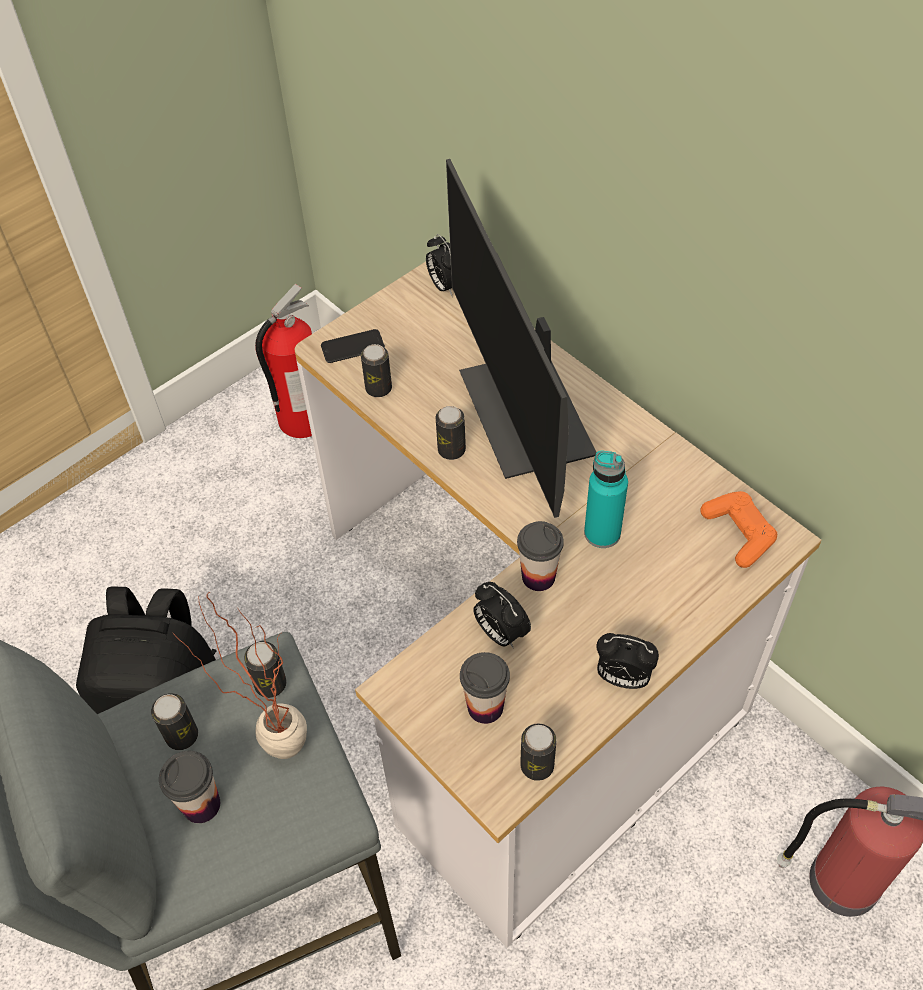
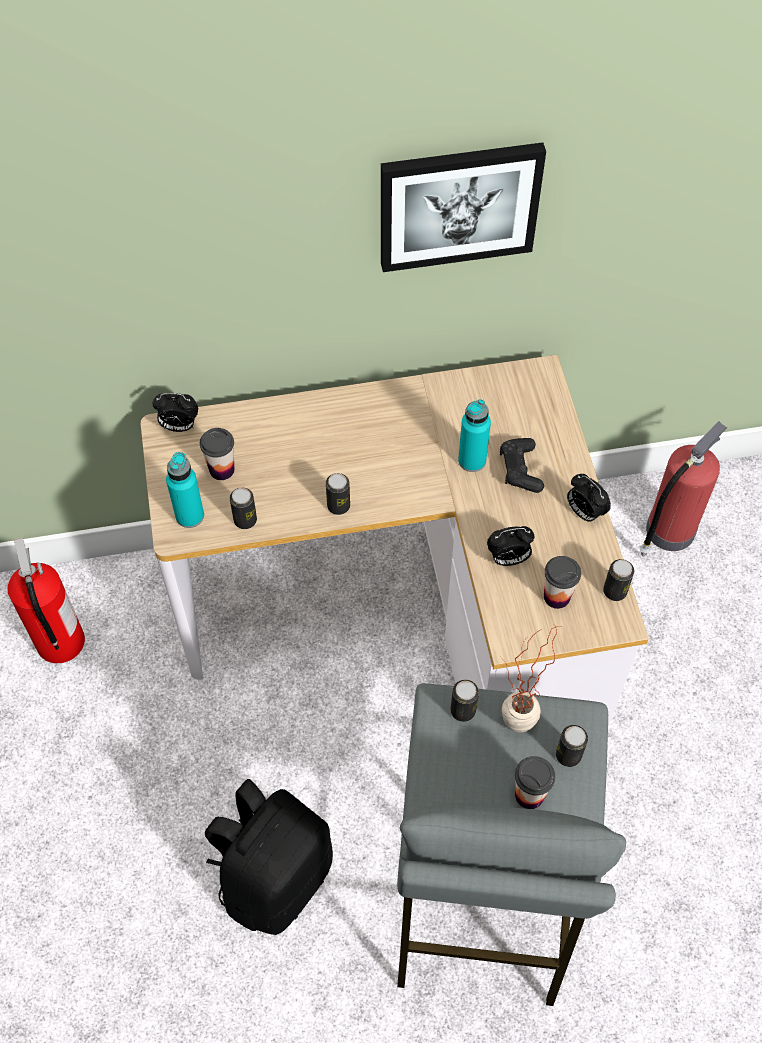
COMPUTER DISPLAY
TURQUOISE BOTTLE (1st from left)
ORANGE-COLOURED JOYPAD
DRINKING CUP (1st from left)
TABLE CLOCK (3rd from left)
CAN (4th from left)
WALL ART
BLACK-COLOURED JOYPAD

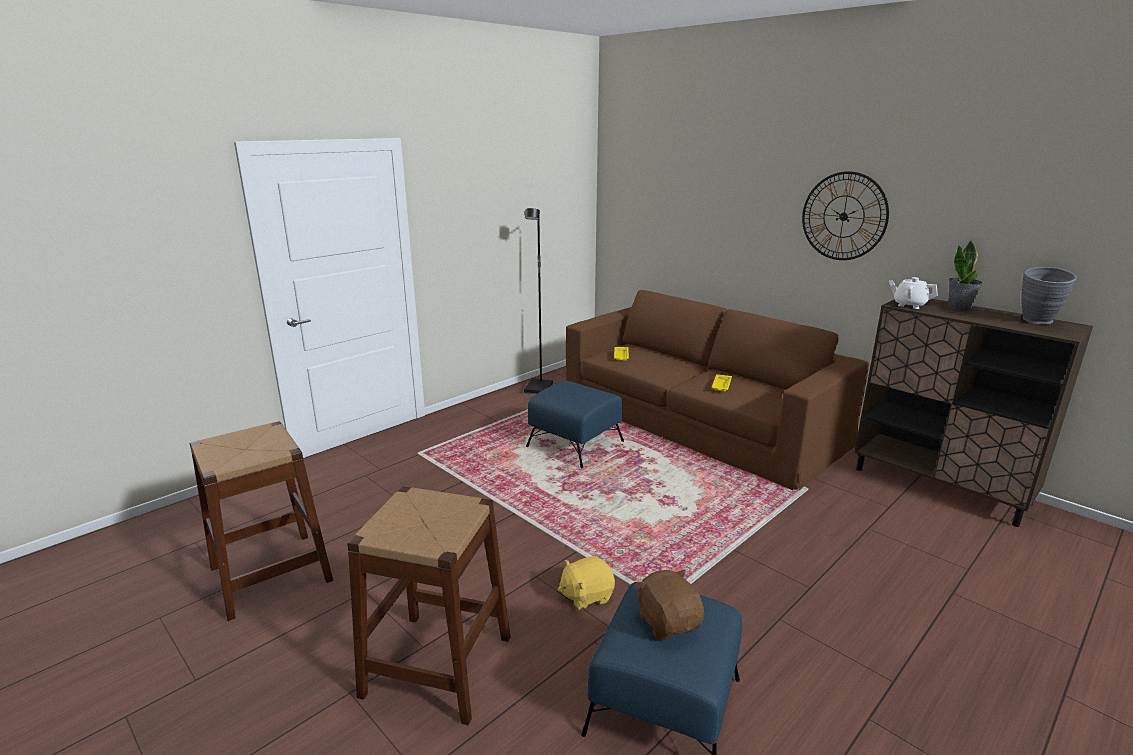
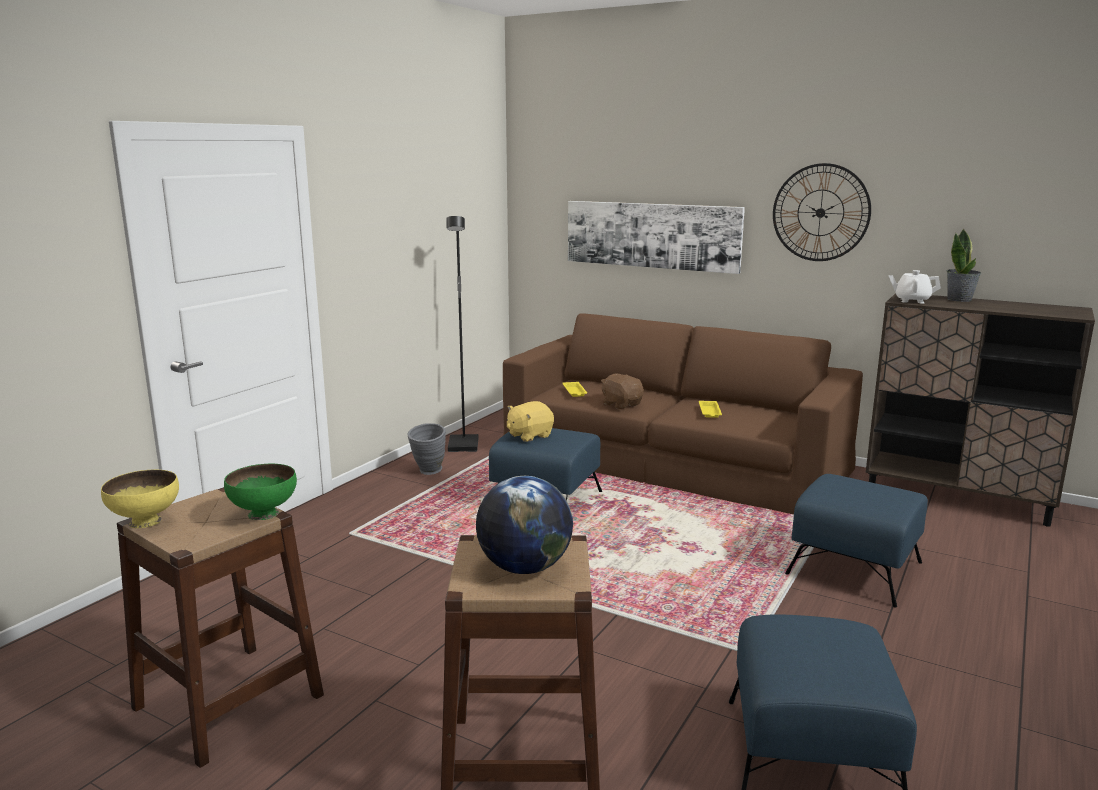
GREY VASE
YELLOWISH CUDDLY TOY
BROWN CUDDLY TOY
WALL ART
GREEN BOWL
YELLOWISH BOWL
BLUE POUFFE (3rd from left)
DESK GLOBE

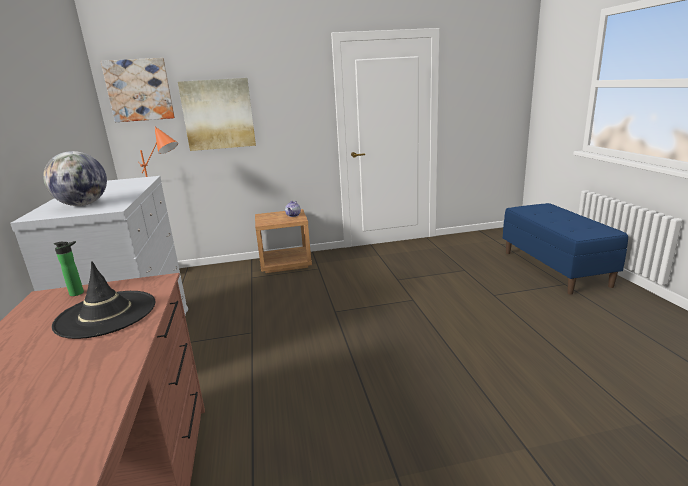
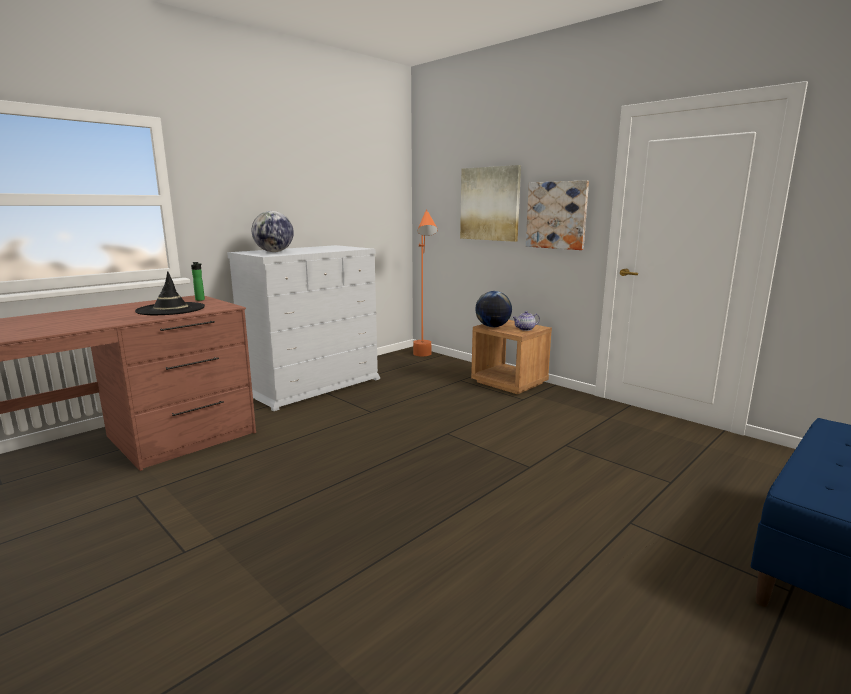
WALL ART (2nd from left)
DESK GLOBE (2nd from left)

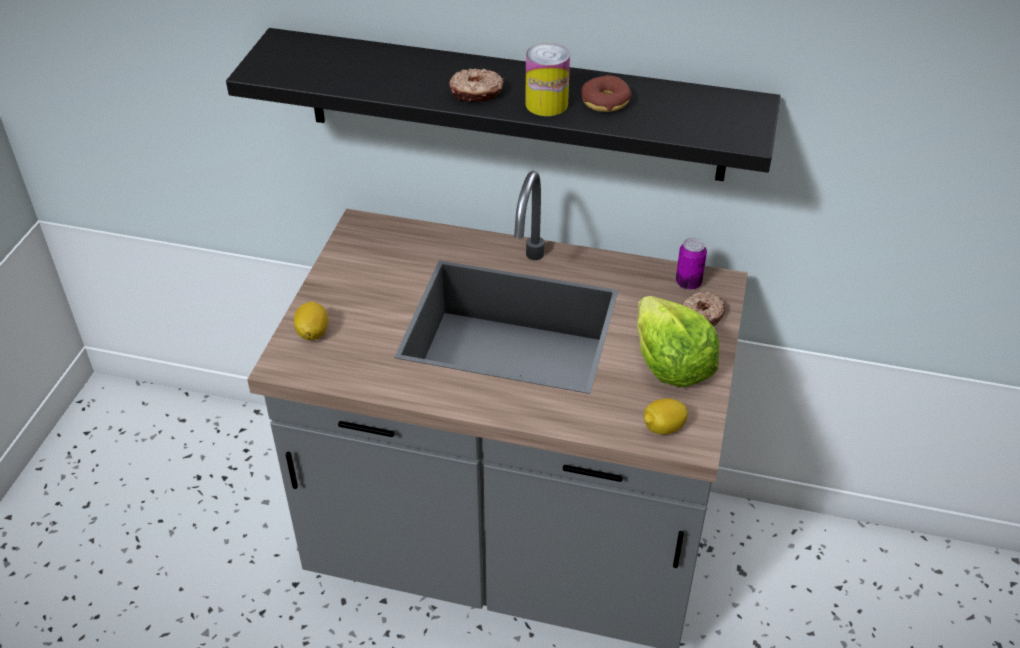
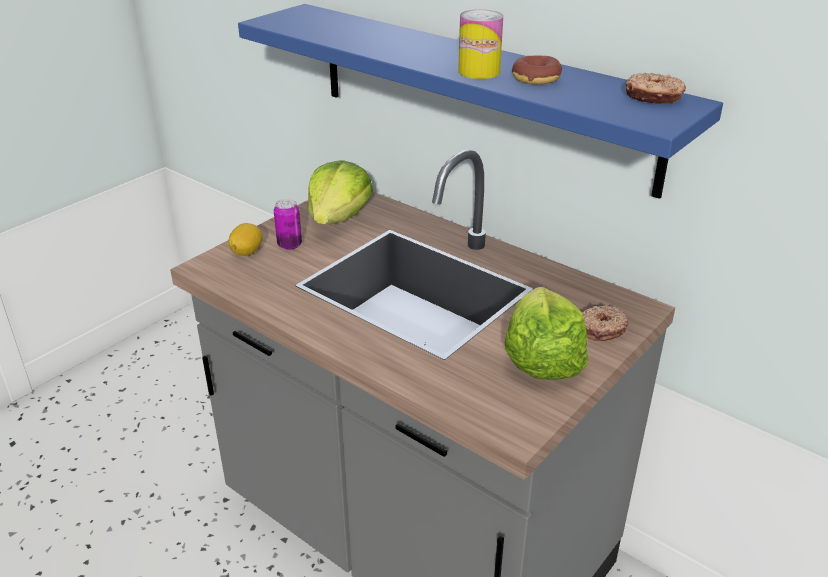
BLUE SHELF
DONUT (3rd from left)
CAN (1st from left)
LEMON (2nd from left in the first image)
LETTUCE HEAD (1st from left)

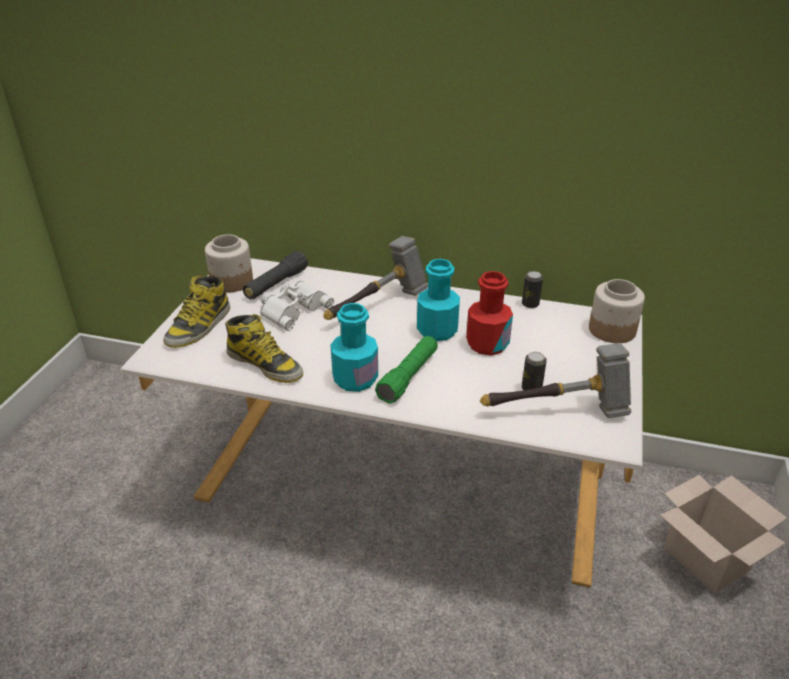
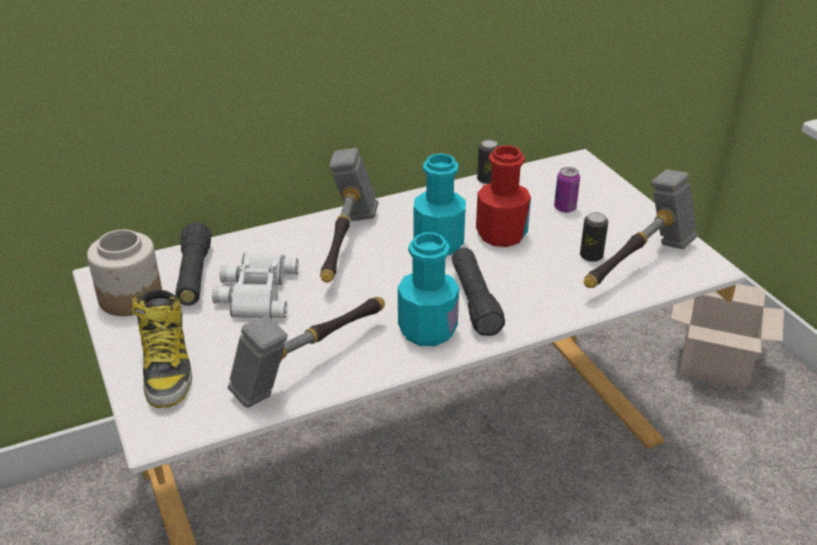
PRESERVE JAR (2nd from left in the first image)
HAMMER (1st from left)
BLACK-COLOURED FLASHLIGHT (2nd from left)
CAN (2nd from left)

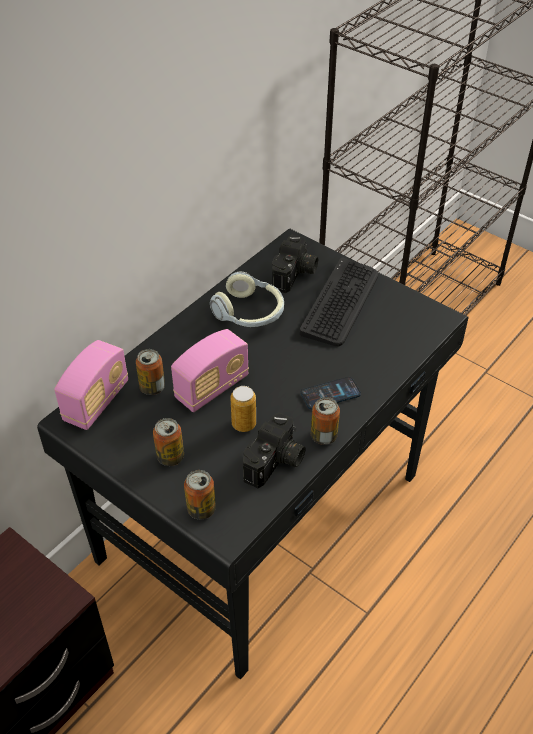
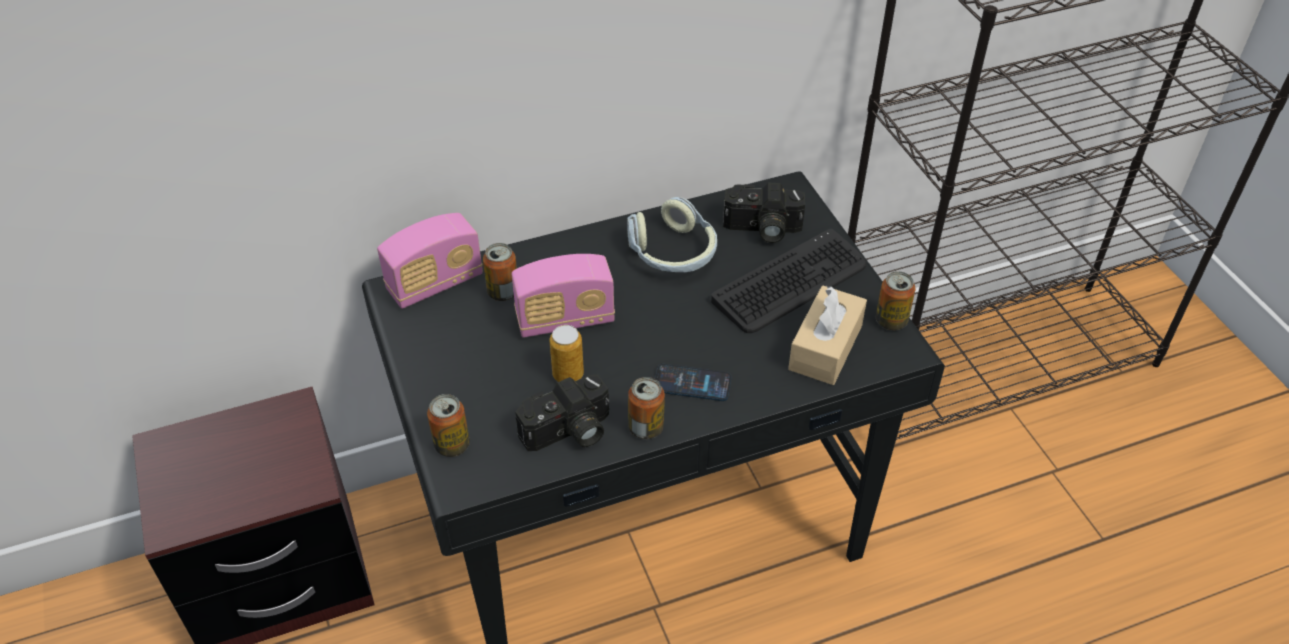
PHOTO CAMERA (2nd from left)
CAN (5th from left)
BEIGE TISSUE BOX

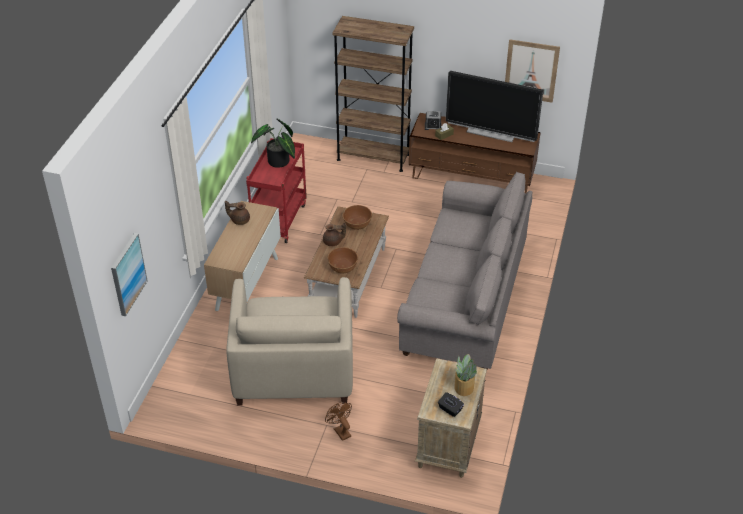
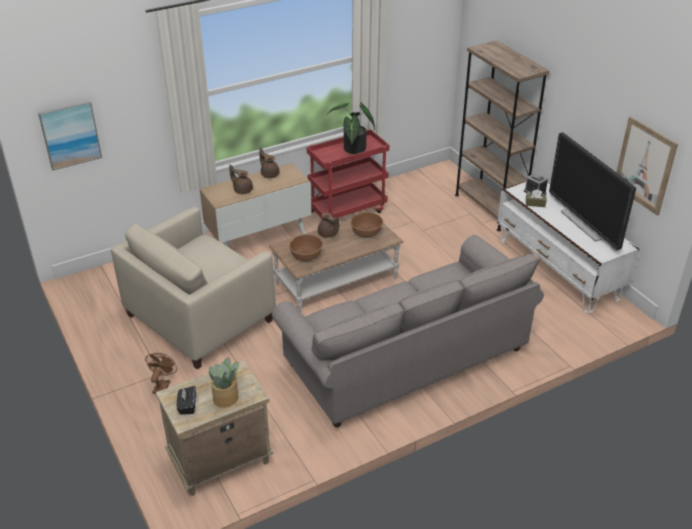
WHITE-COLOURED TV STAND
BROWN TEA POT (1st from left)

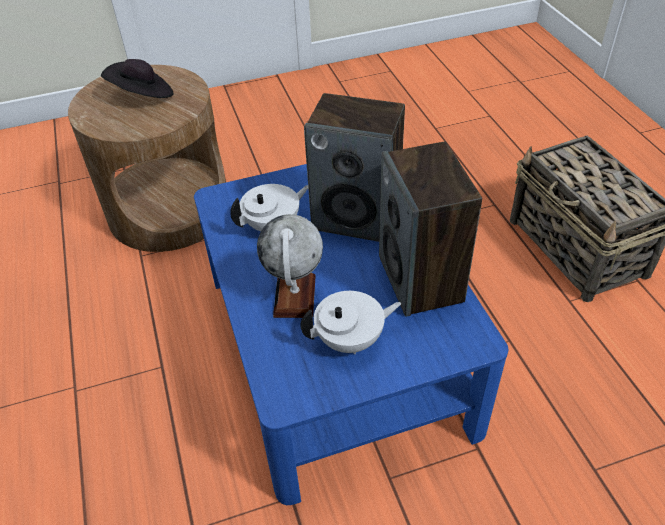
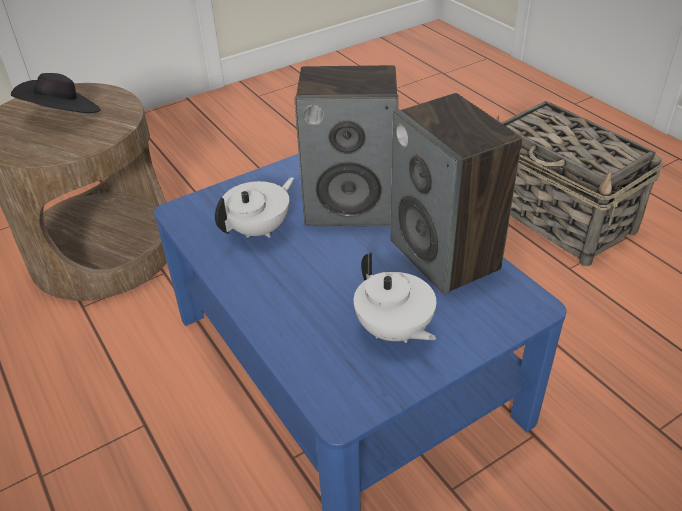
DESK GLOBE
WHITE-COLOURED TEA POT (2nd from left)

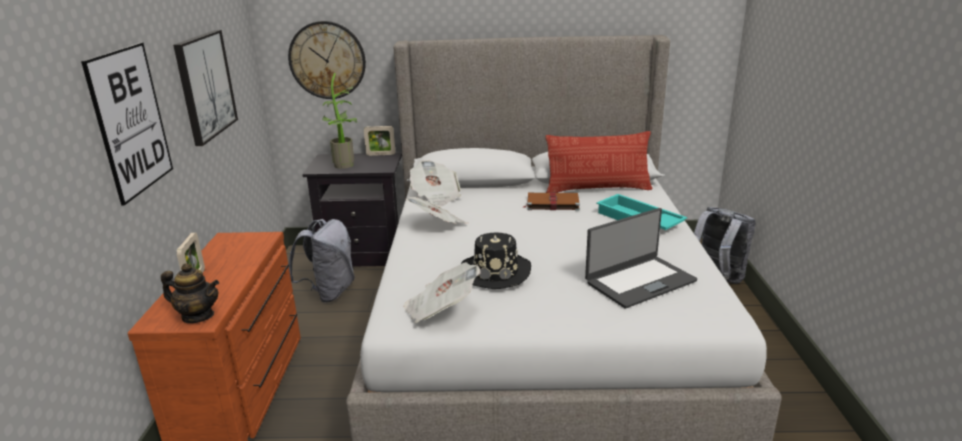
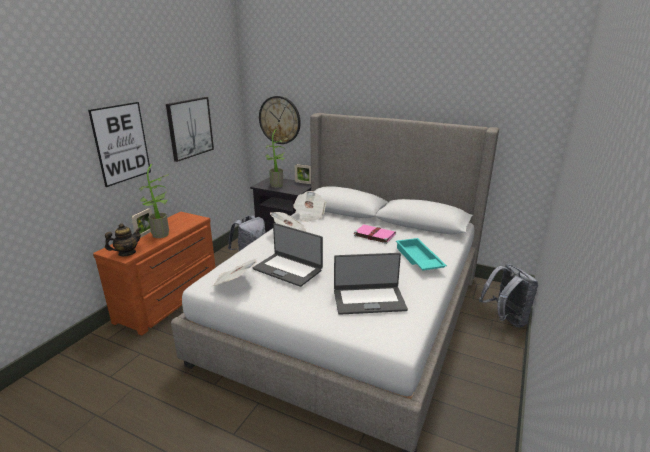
PILLOW
PINK-COLOURED BOOK
LAPTOP (1st from left)
TEA POT
POTTED PLANT (1st from left)

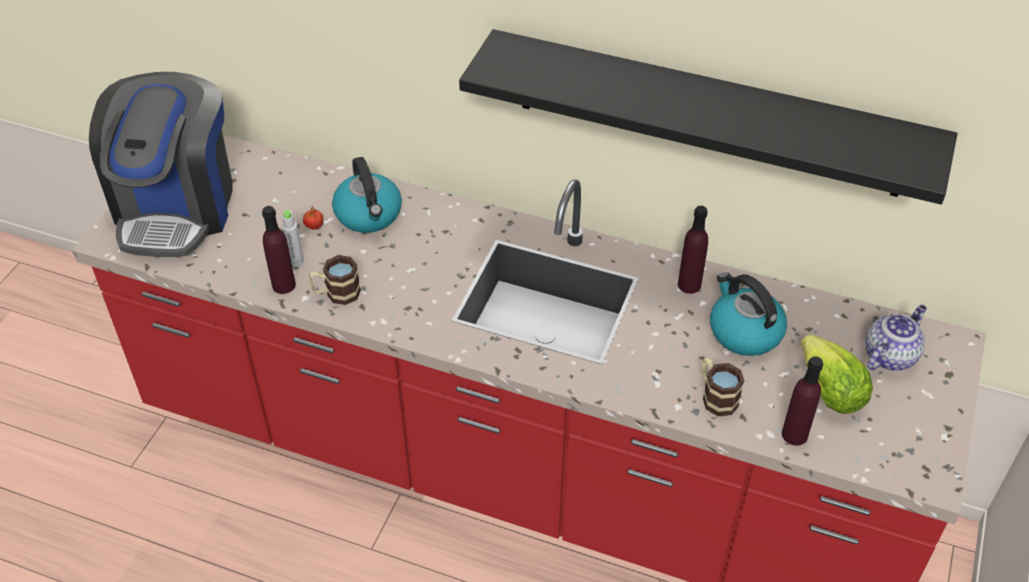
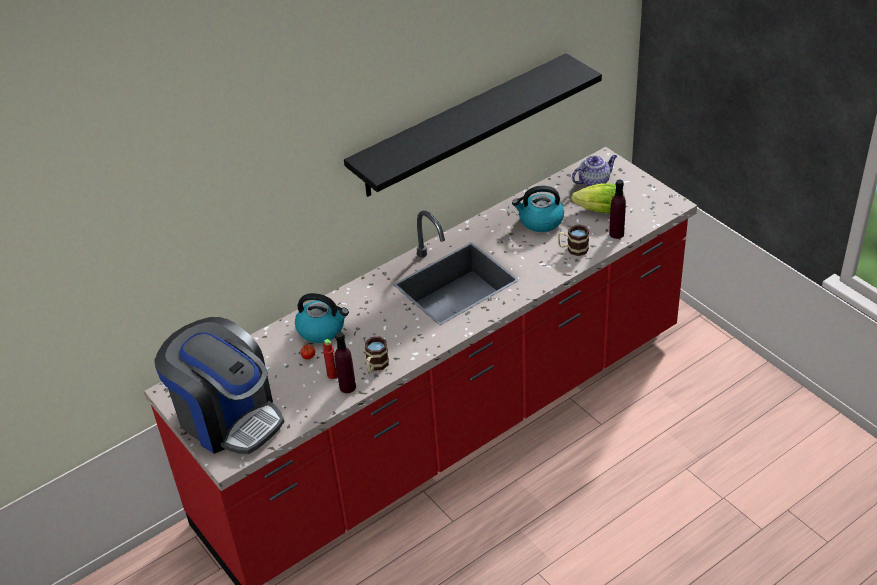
PURPLISH BOTTLE (2nd from left in the first image)
REDDISH BOTTLE
TEA POT

